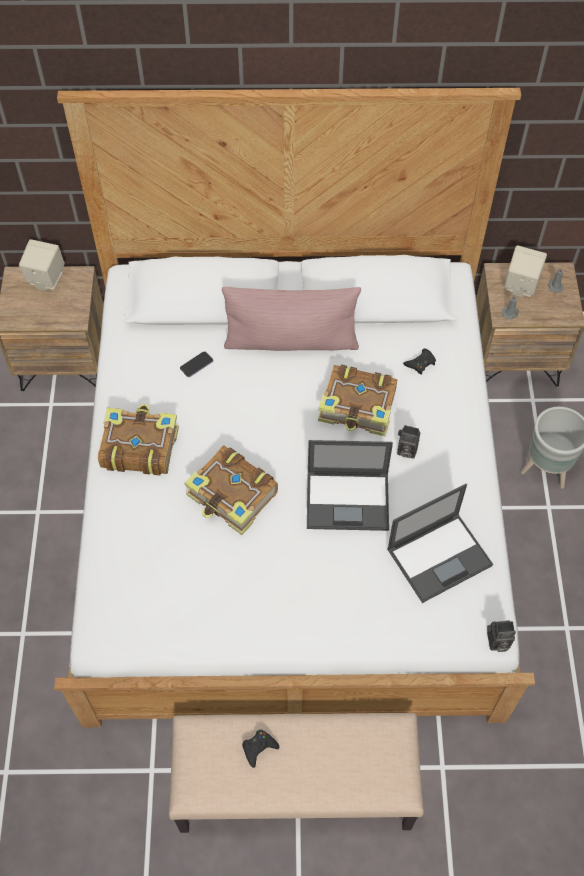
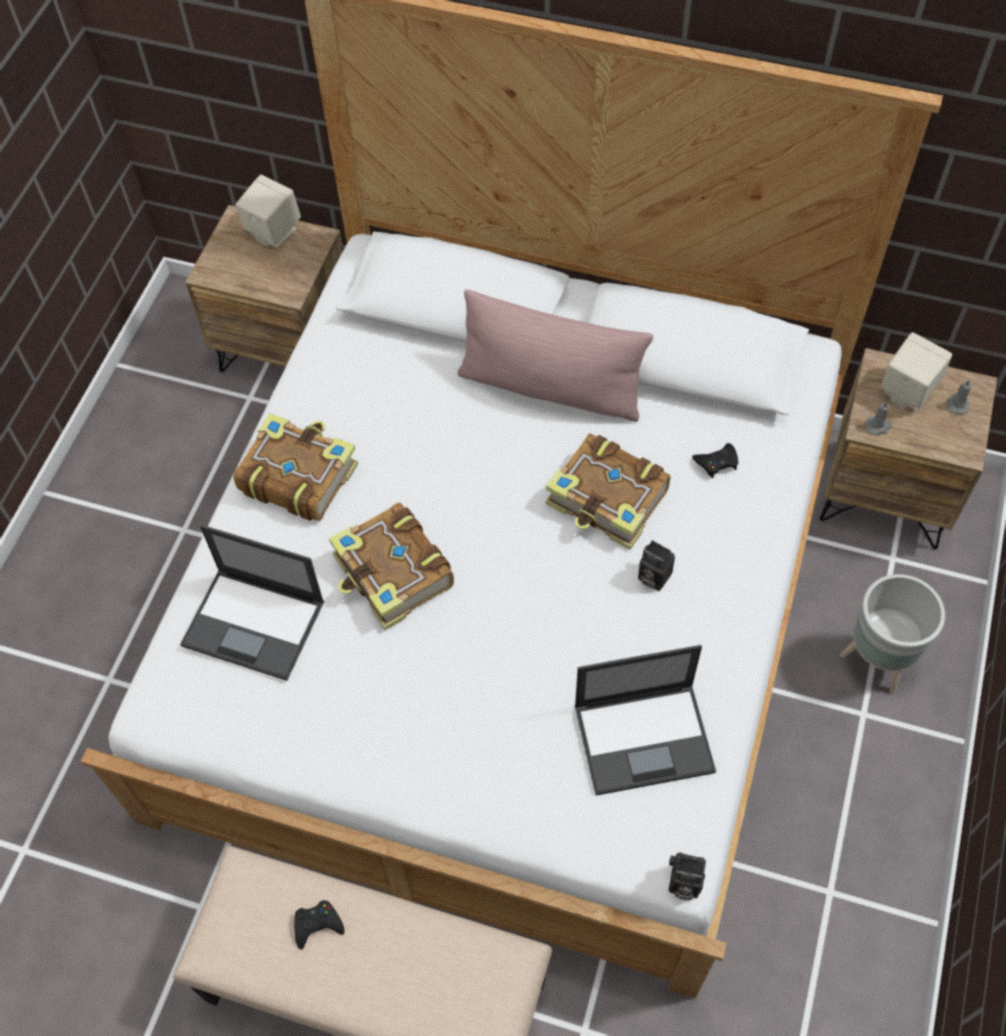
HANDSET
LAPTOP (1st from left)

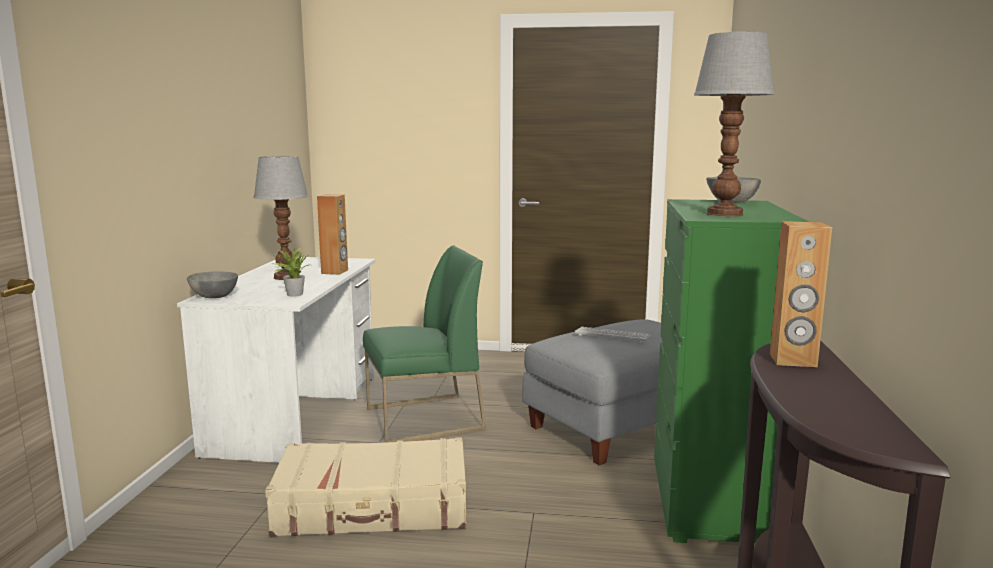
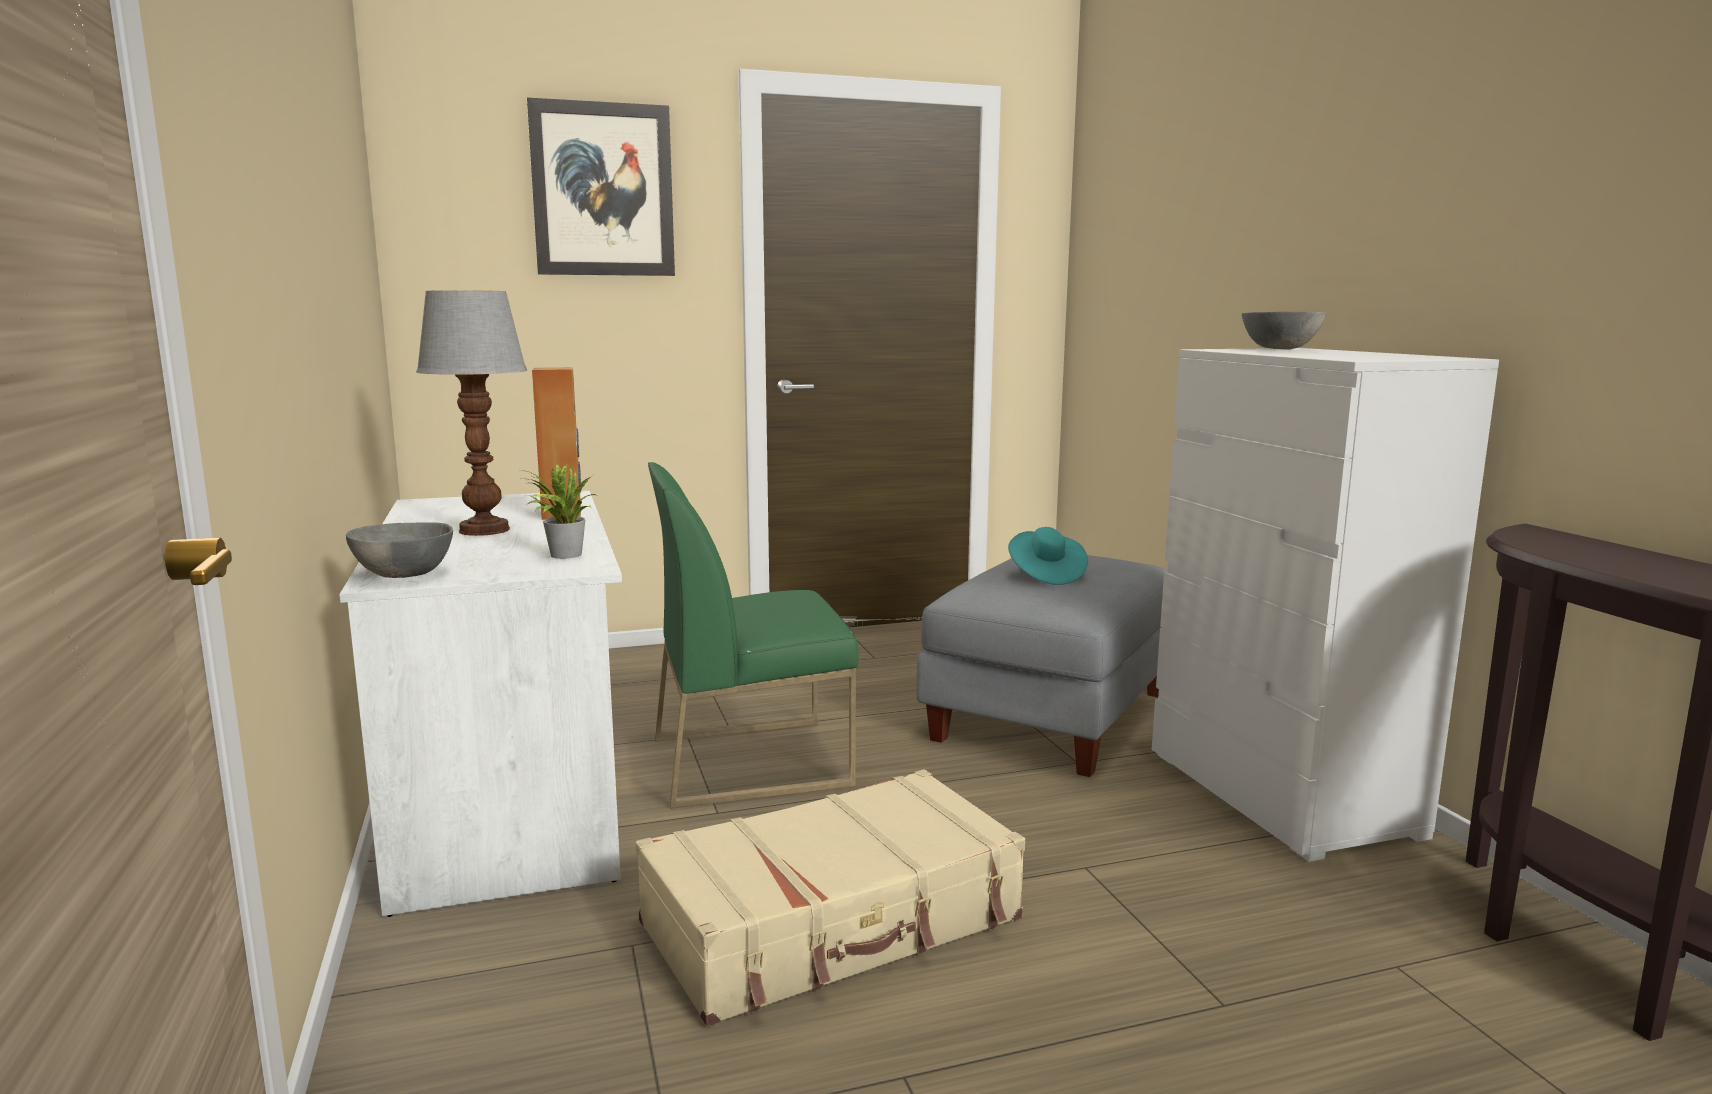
LAMP FOR A TABLE (2nd from left in the first image)
WHITE-COLOURED DRAWER CHEST
BROWN SPEAKER (2nd from left in the first image)
GREEN UPRIGHT CHAIR
TURQUOISE CLOTHING HAT
WALL ART

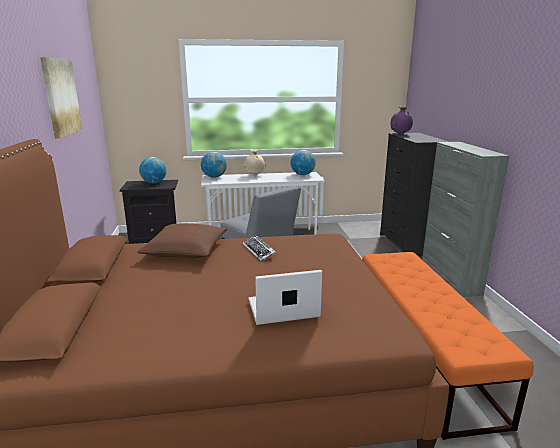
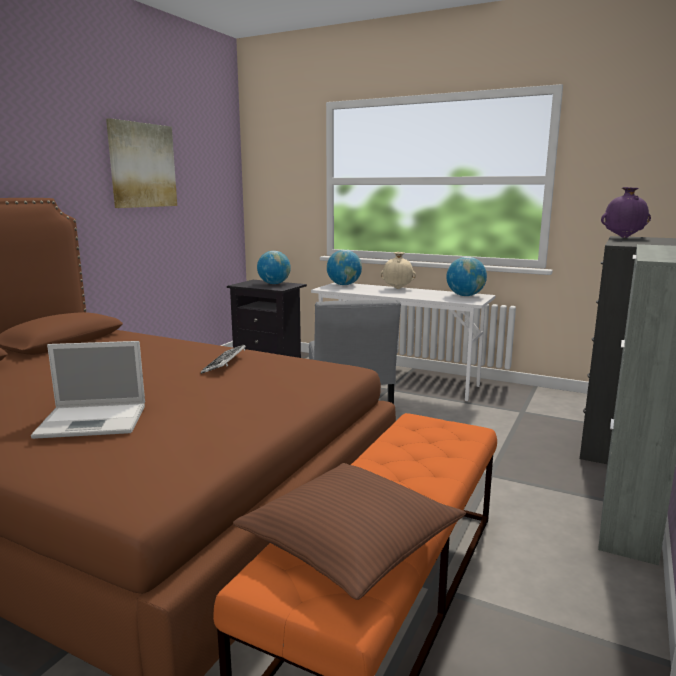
BROWN PILLOW
LAPTOP

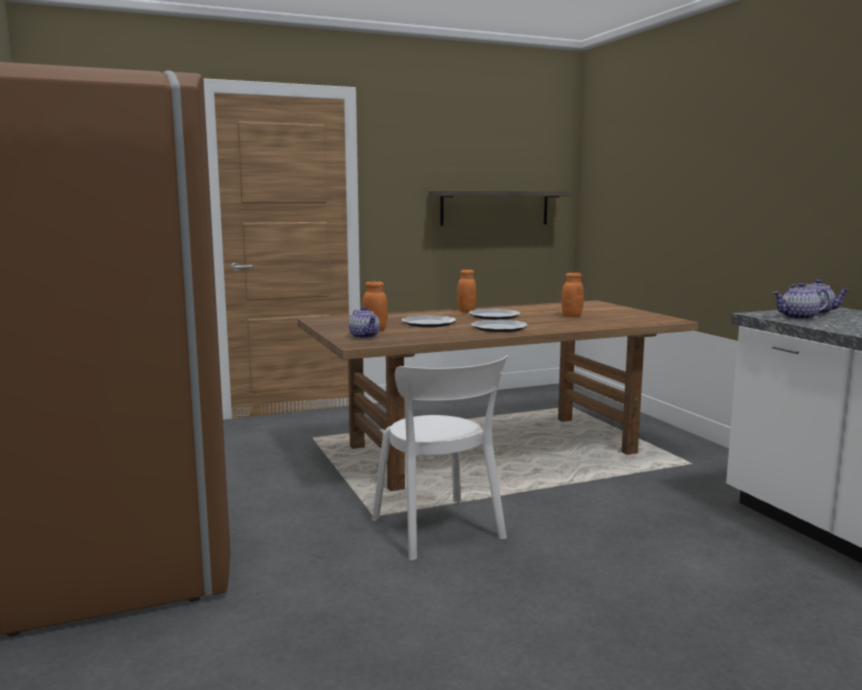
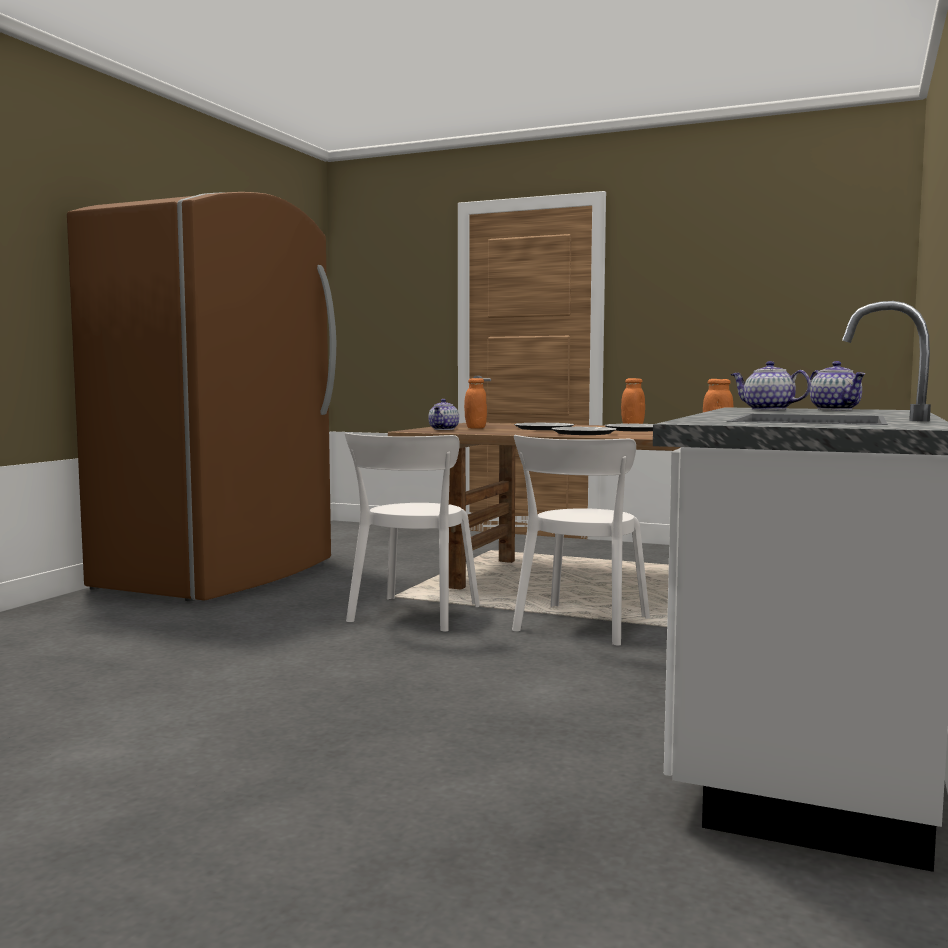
SHELF
WHITE-COLOURED UPRIGHT CHAIR (2nd from left)

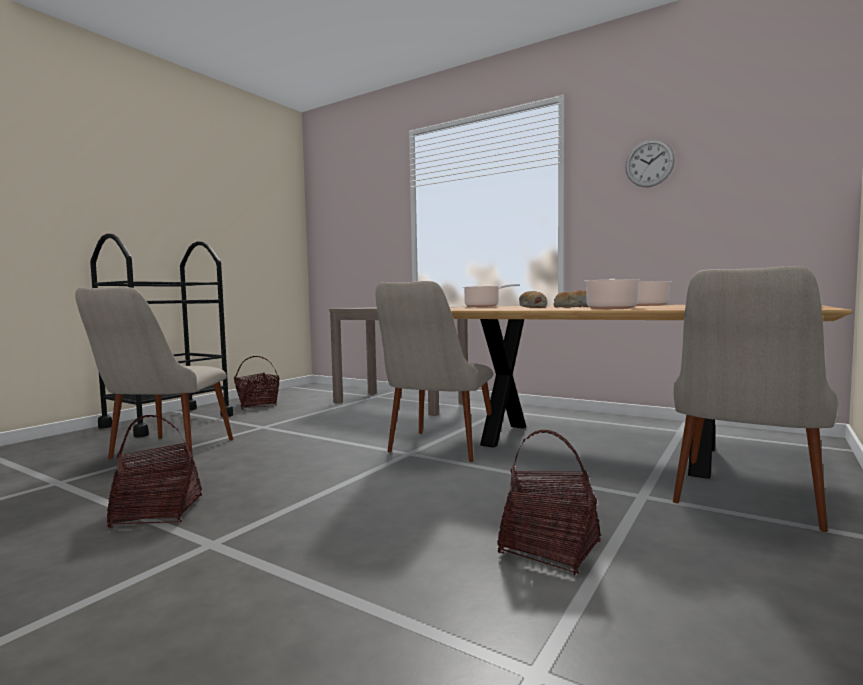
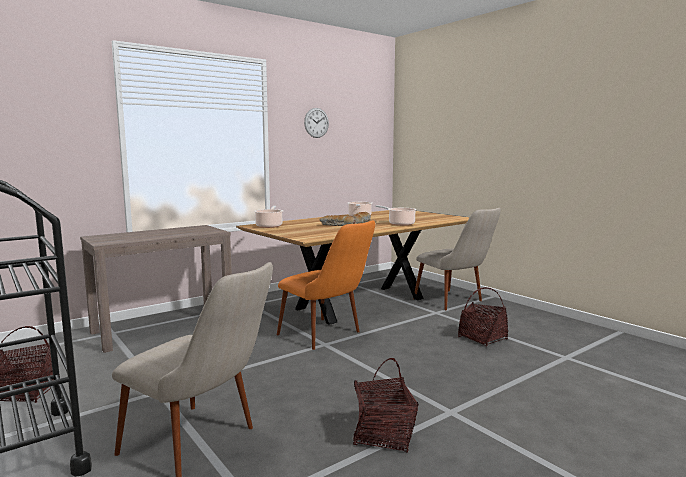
ORANGE-COLOURED UPRIGHT CHAIR

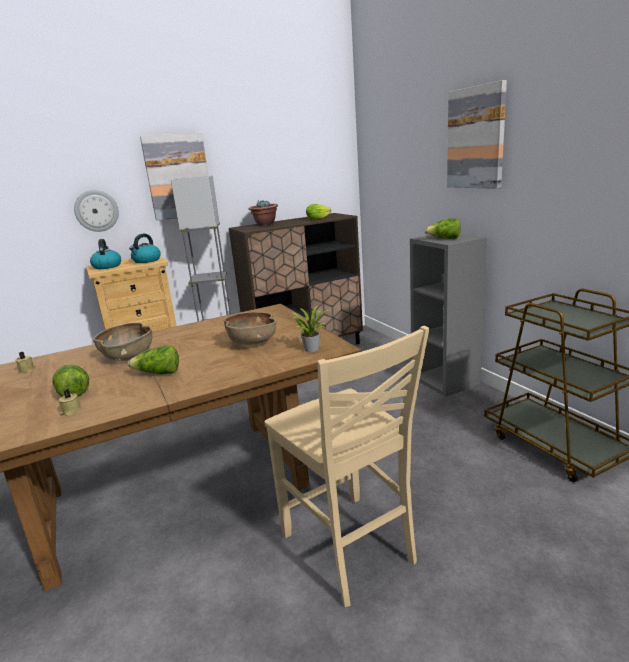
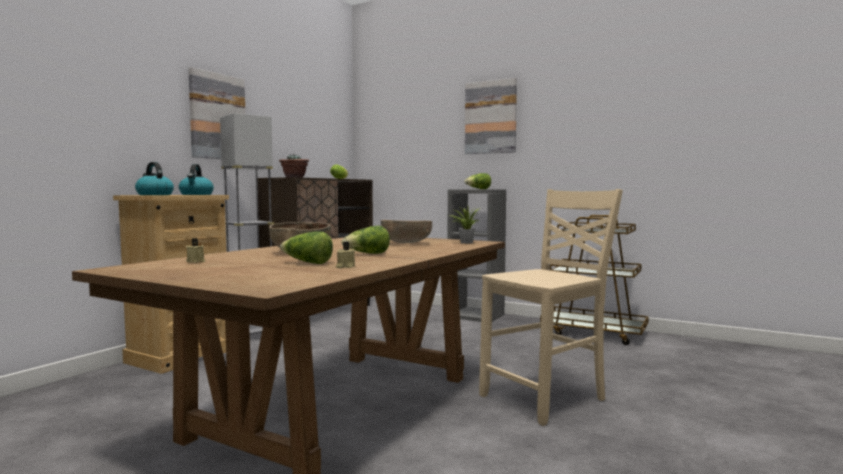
HANGING CLOCK
BEIGE UPRIGHT CHAIR

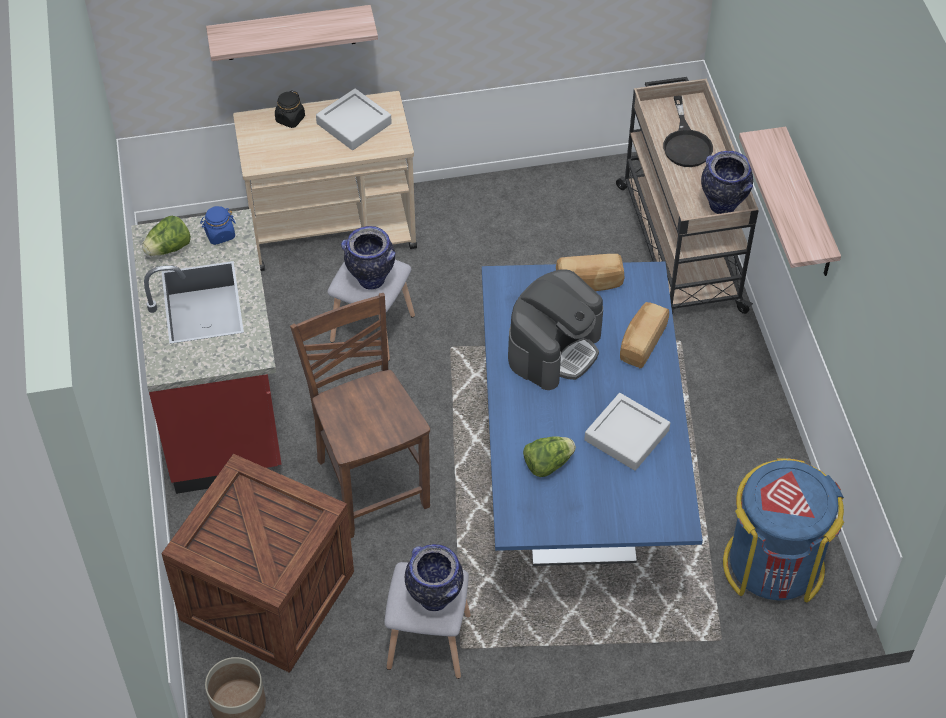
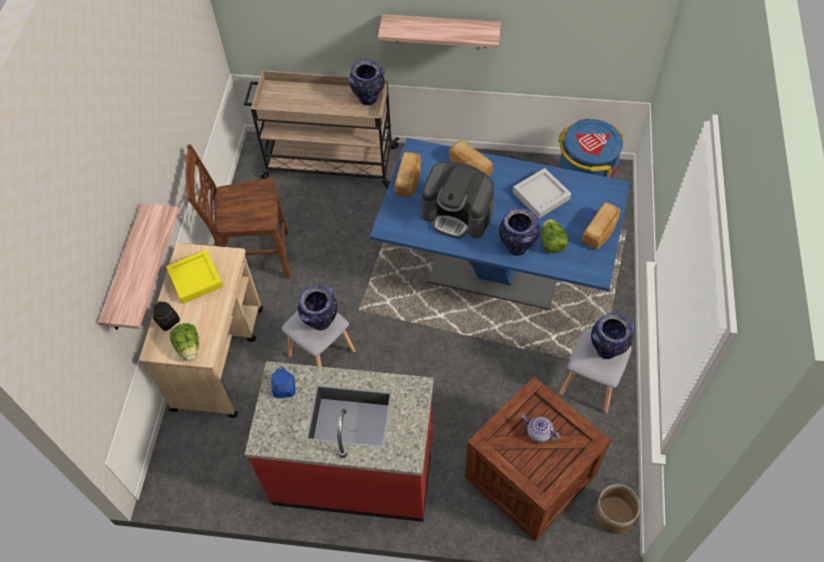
YELLOWISH SERVING TRAY
BLACK-COLOURED PAN
LETTUCE HEAD (1st from left)
COFFEE MAKER
BROWN UPRIGHT CHAIR
BAKERY BREAD (3rd from left)
VASE (3rd from left)
TEA POT

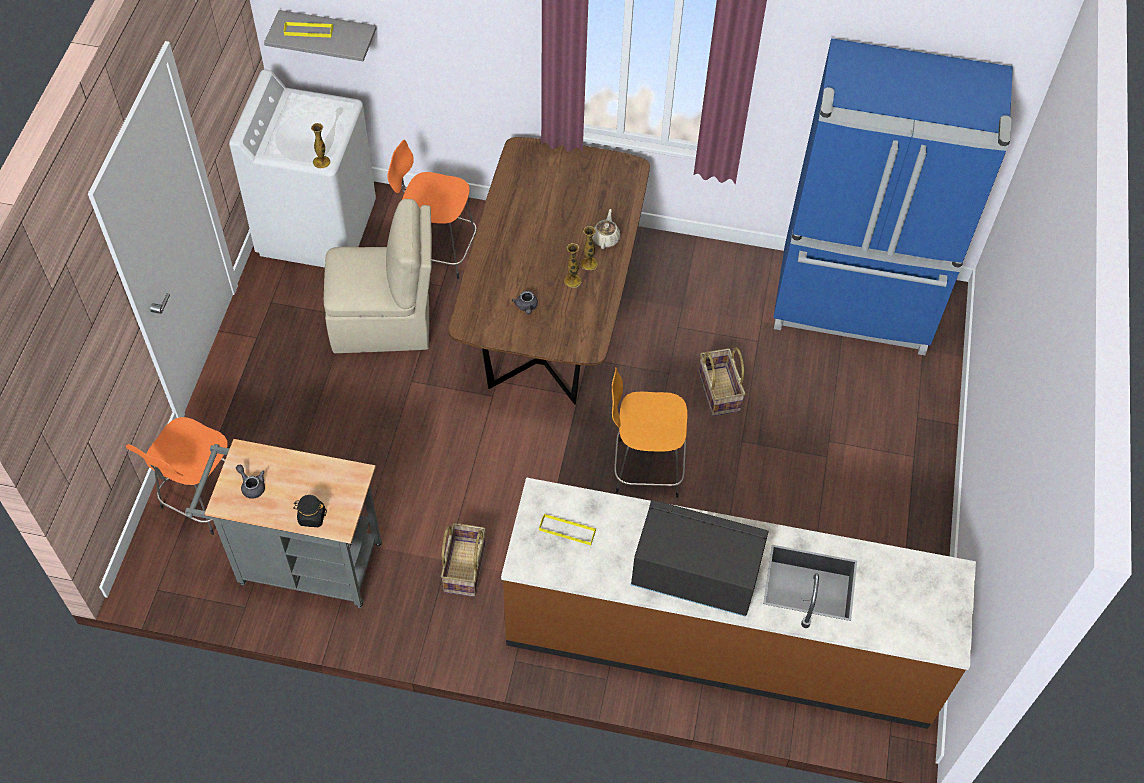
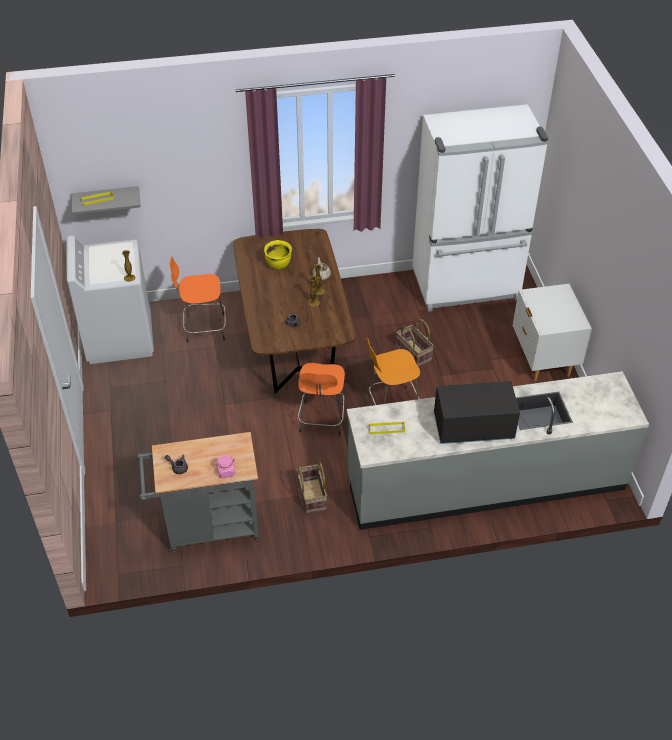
WHITE-COLOURED KITCHEN FRIDGE
BEIGE UPRIGHT CHAIR
ORANGE-COLOURED SITTING STOOL (2nd from left)
GREY KITCHEN COUNTER
PINK-COLOURED PRESERVE JAR
YELLOWISH STOCKPOT
WHITE-COLOURED NIGHT TABLE

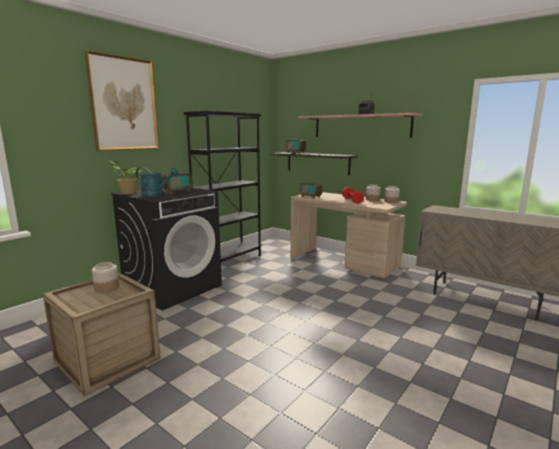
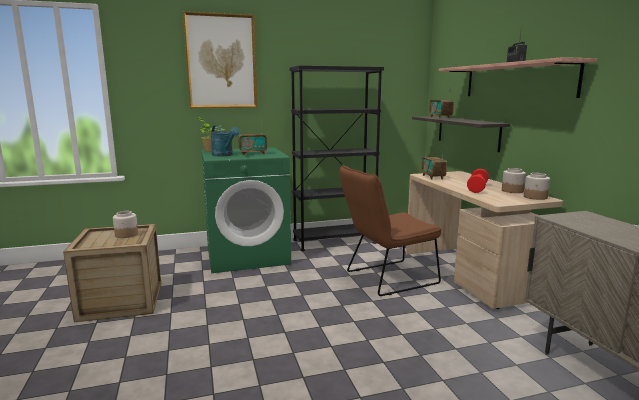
GREEN LAUNDRY MACHINE
BROWN UPRIGHT CHAIR

